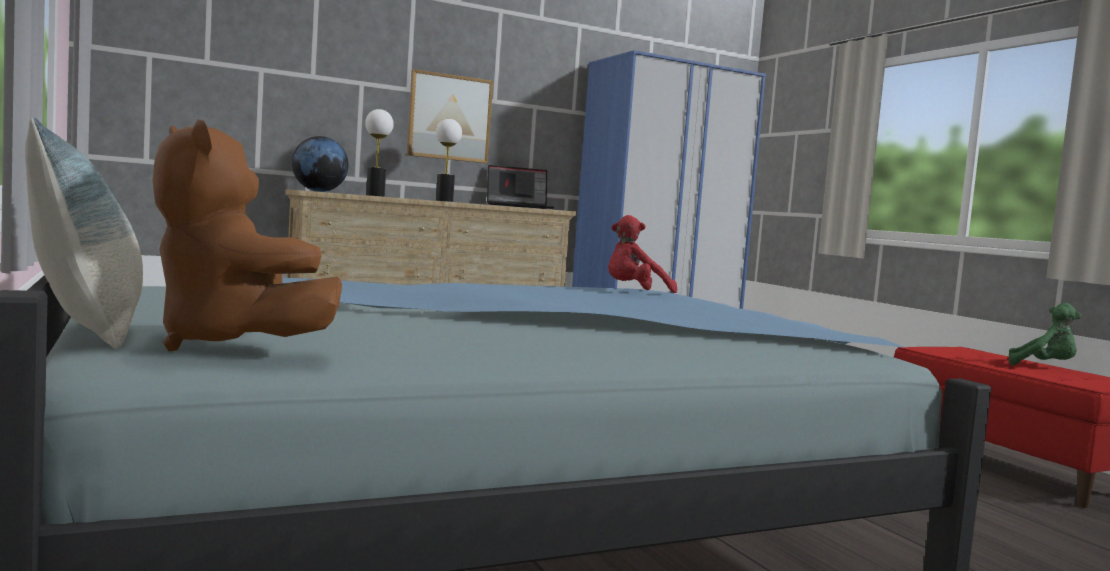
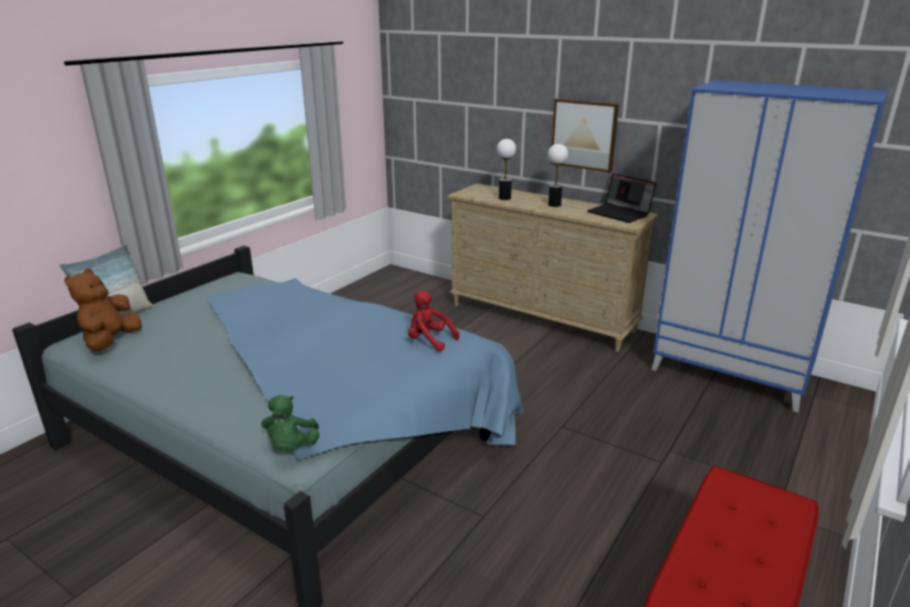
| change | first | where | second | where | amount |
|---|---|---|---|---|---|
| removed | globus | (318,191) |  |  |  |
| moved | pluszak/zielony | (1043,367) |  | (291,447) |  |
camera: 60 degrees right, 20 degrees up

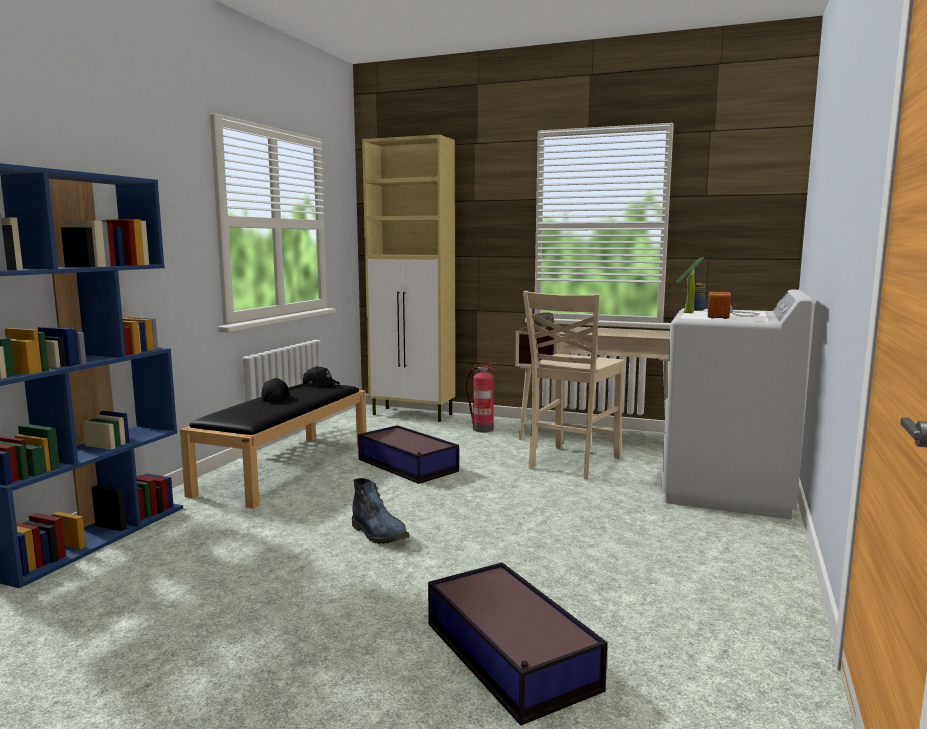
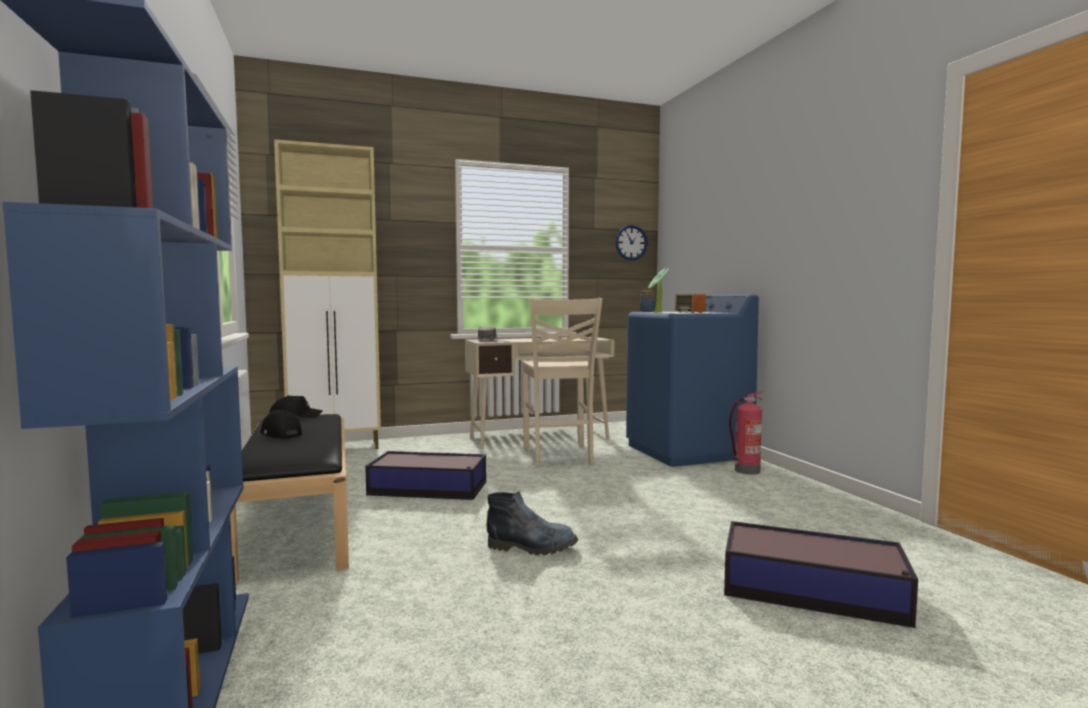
| change | first | where | second | where | amount |
|---|---|---|---|---|---|
| recoloured | pralka/biały | (727,491) | pralka/niebieski | (687,451) |  |
| moved | gaśnica | (482,429) |  | (746,471) |  |
| added |  |  | zegar ścienny | (631,242) |  |
camera: 40 degrees left, 5 degrees down

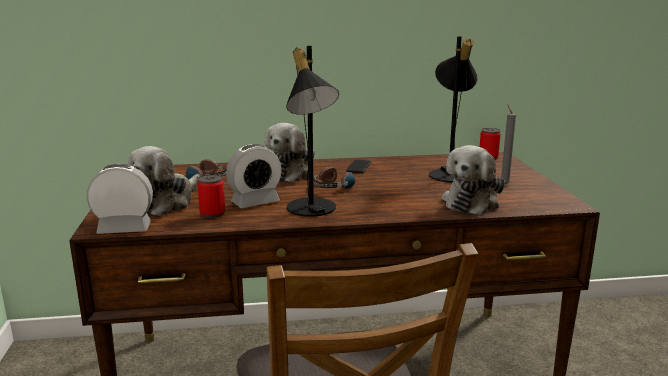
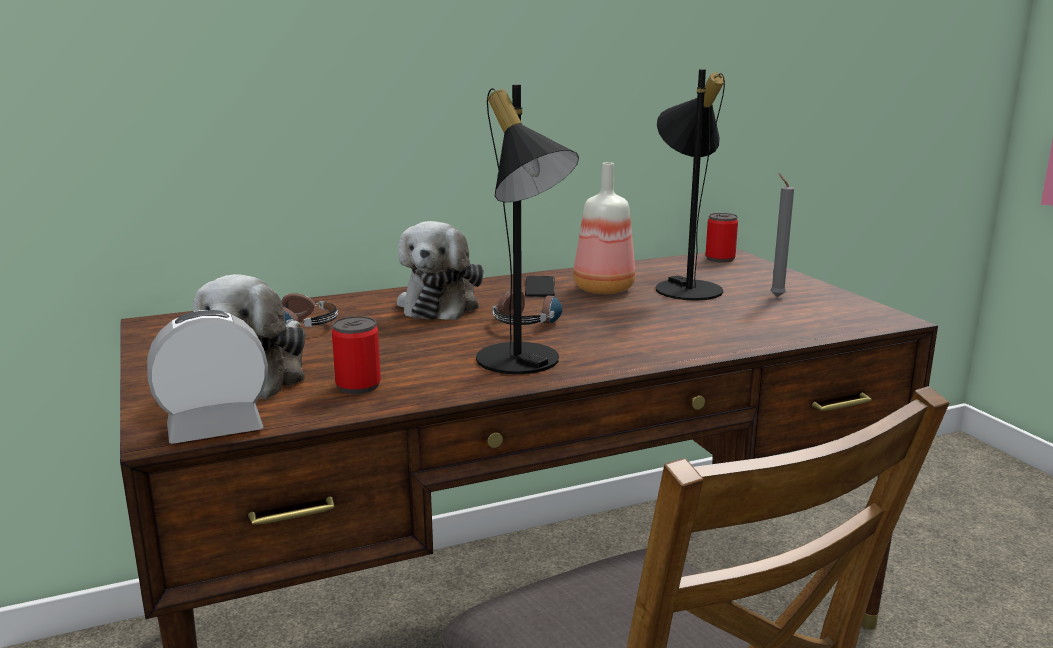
| change | first | where | second | where | amount |
|---|---|---|---|---|---|
| removed | budzik | (255,202) |  |  |  |
| removed | pluszak | (472,202) |  |  |  |
| added |  |  | butelka | (601,289) |  |
camera: 15 degrees left, 0 degrees up

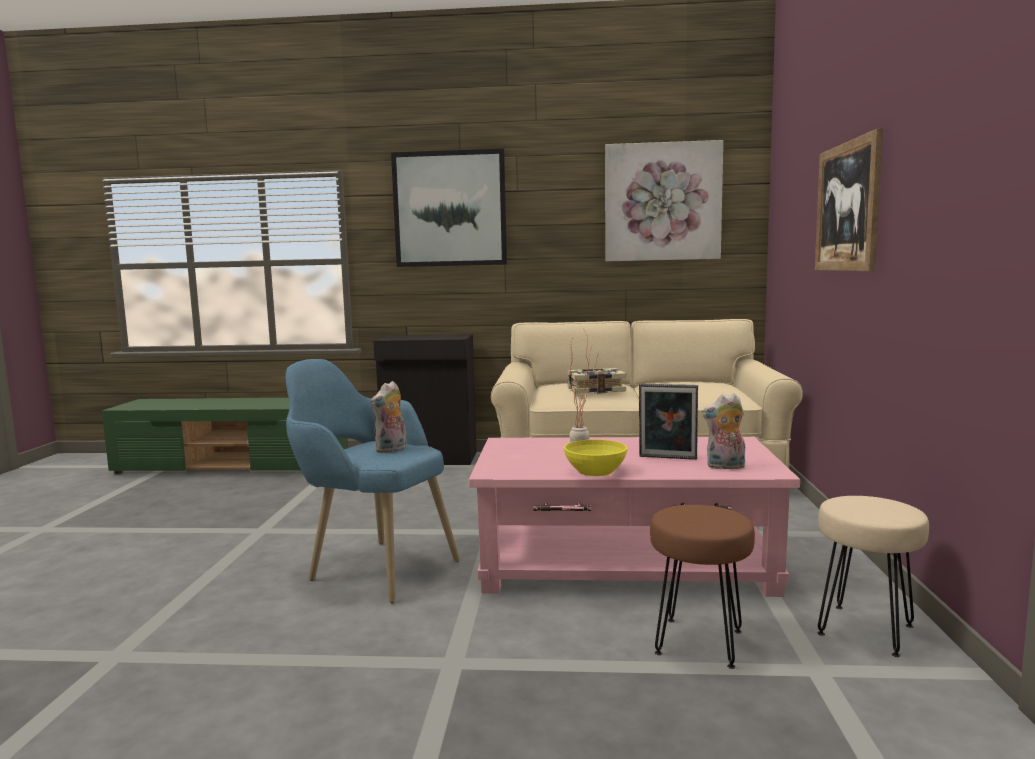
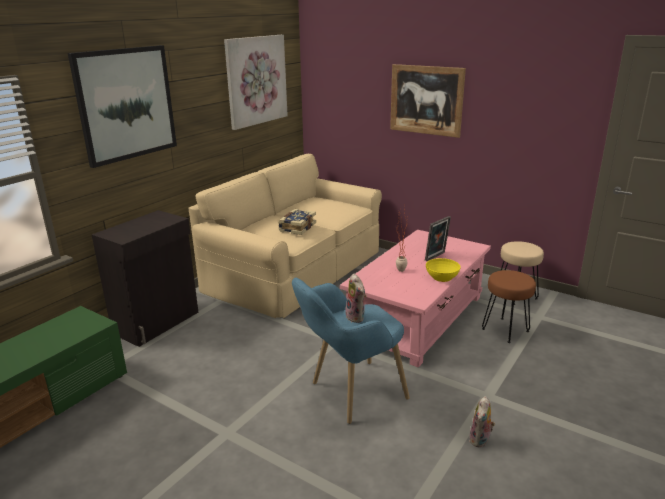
| change | first | where | second | where | amount |
|---|---|---|---|---|---|
| moved | pluszak | (725,467) |  | (480,440) |  |
camera: 60 degrees left, 15 degrees up

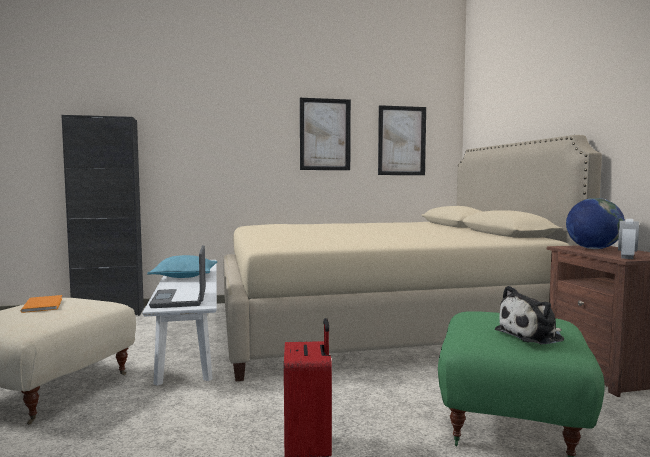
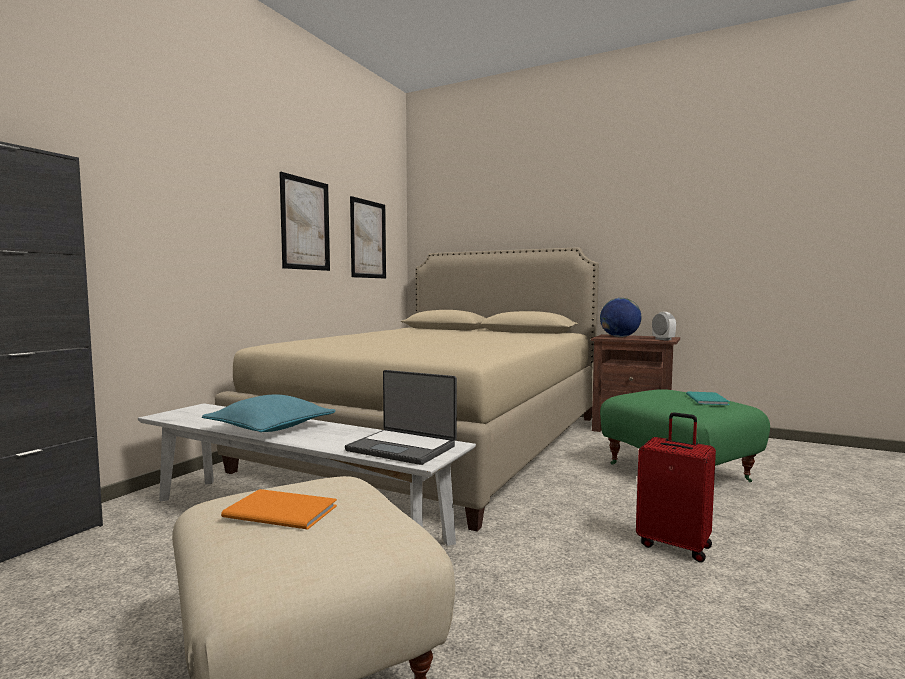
| change | first | where | second | where | amount |
|---|---|---|---|---|---|
| replaced | pluszak | (532,335) | książka/turkusowy | (708,399) |  |
camera: 50 degrees left, 0 degrees up

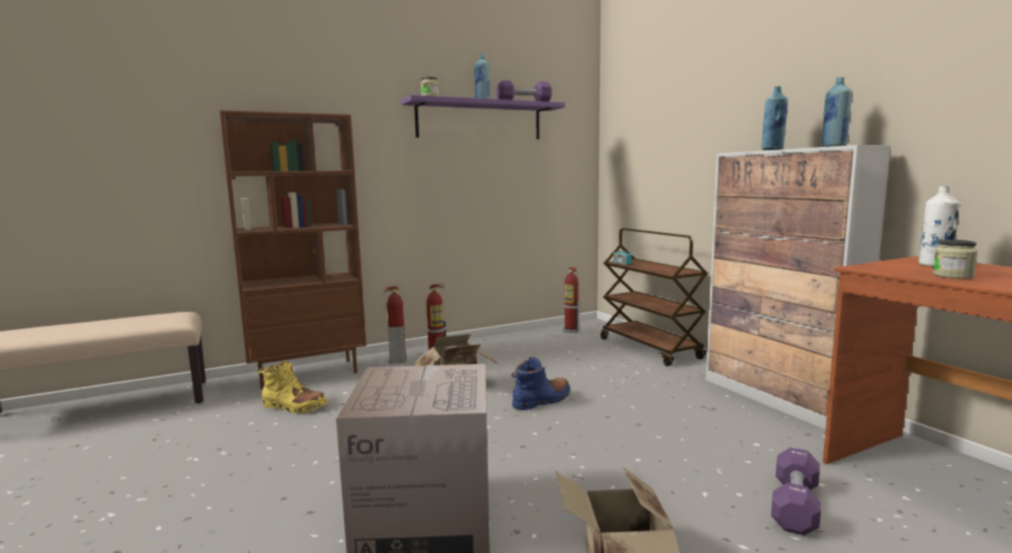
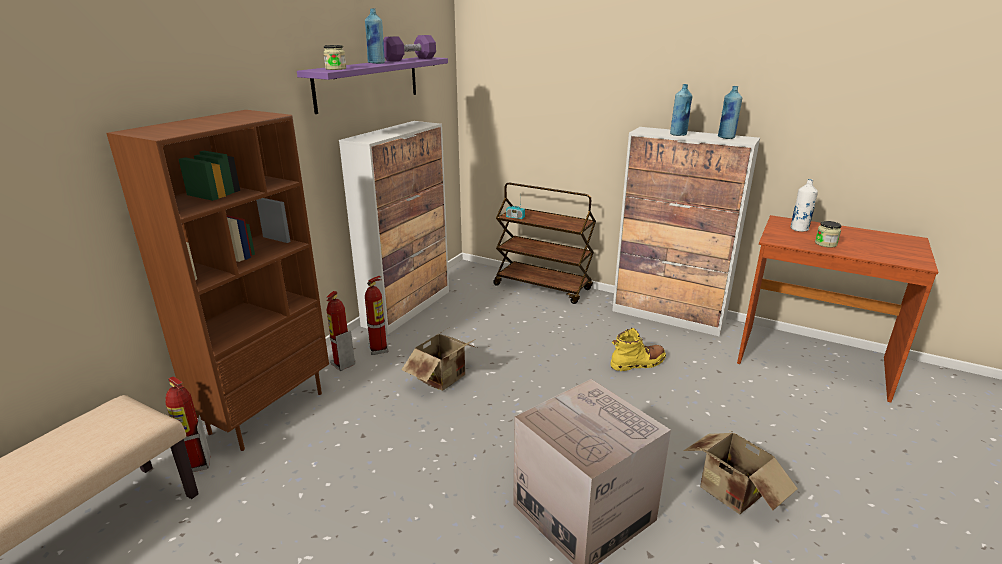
| change | first | where | second | where | amount |
|---|---|---|---|---|---|
| moved | gaśnica | (571,330) |  | (197,465) |  |
| removed | but z cholewką/niebieski | (542,400) |  |  |  |
| moved | but z cholewką/żółty | (294,407) |  | (638,363) |  |
| removed | hantel/fioletowy | (795,506) |  |  |  |
| added |  |  | szafka | (408,308) |  |
camera: 35 degrees left, 15 degrees up

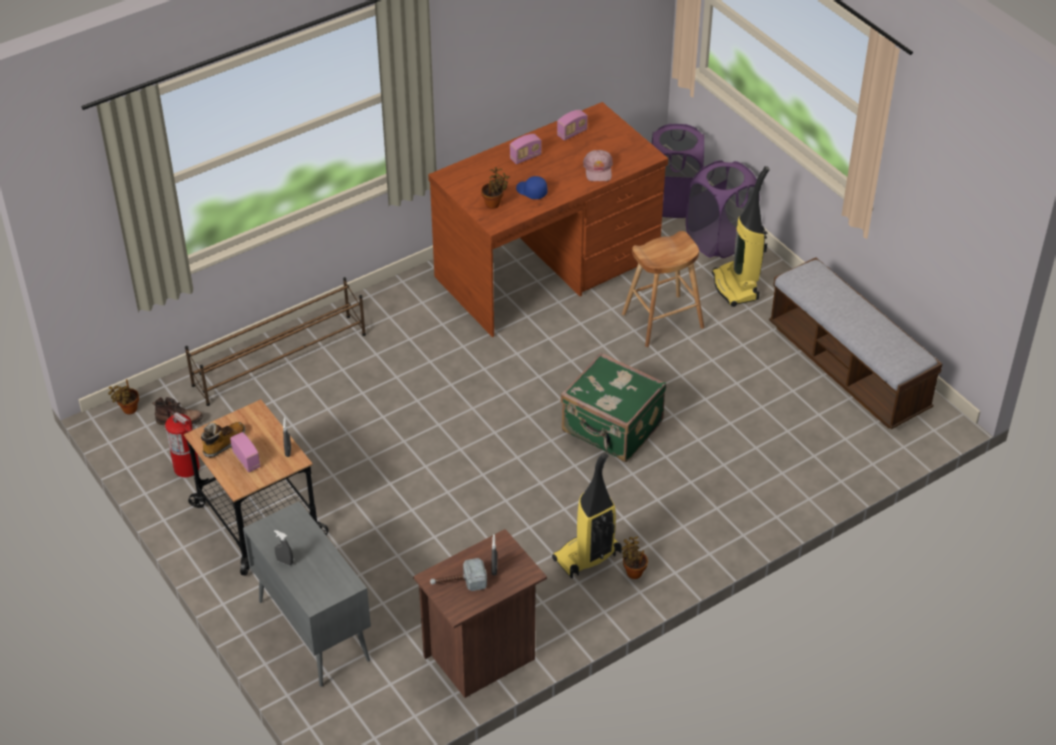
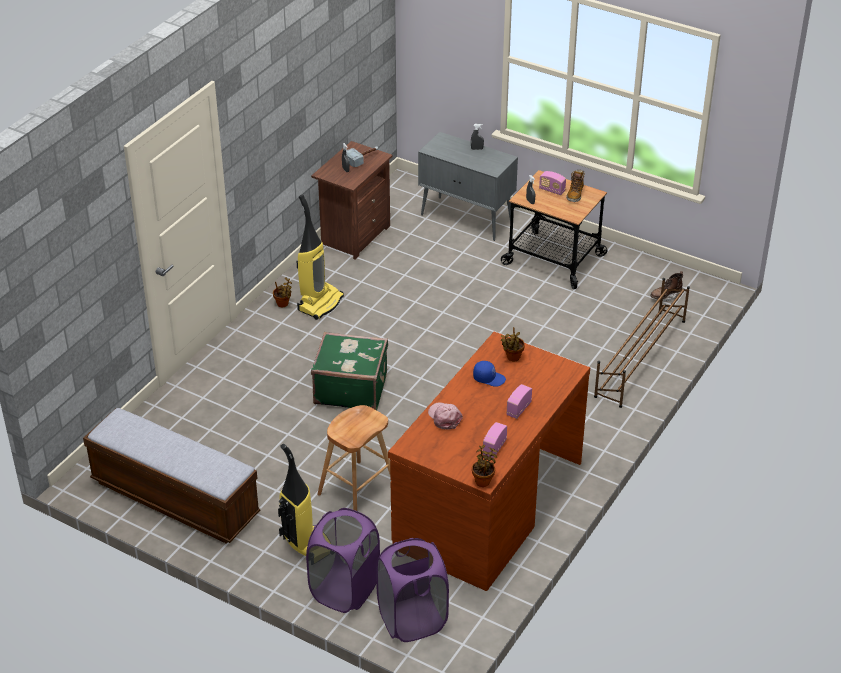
| change | first | where | second | where | amount |
|---|---|---|---|---|---|
| moved | roślina doniczkowa | (128,410) |  | (483,480) |  |
| removed | gaśnica | (187,468) |  |  |  |
camera: 155 degrees right, 5 degrees down

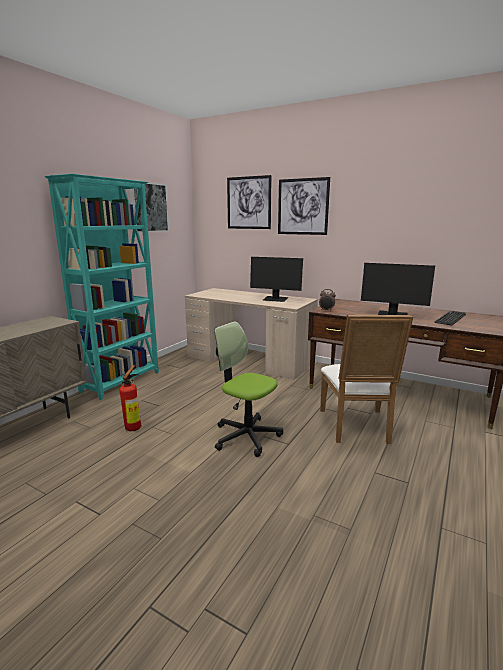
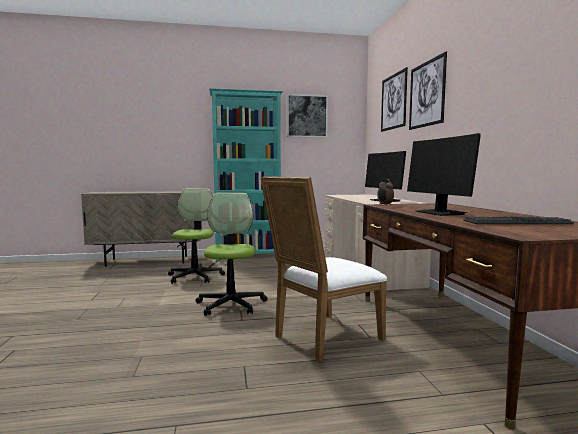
| change | first | where | second | where | amount |
|---|---|---|---|---|---|
| replaced | gaśnica | (135,427) | krzesło biurowe | (195,276) |  |
camera: 50 degrees right, 10 degrees down

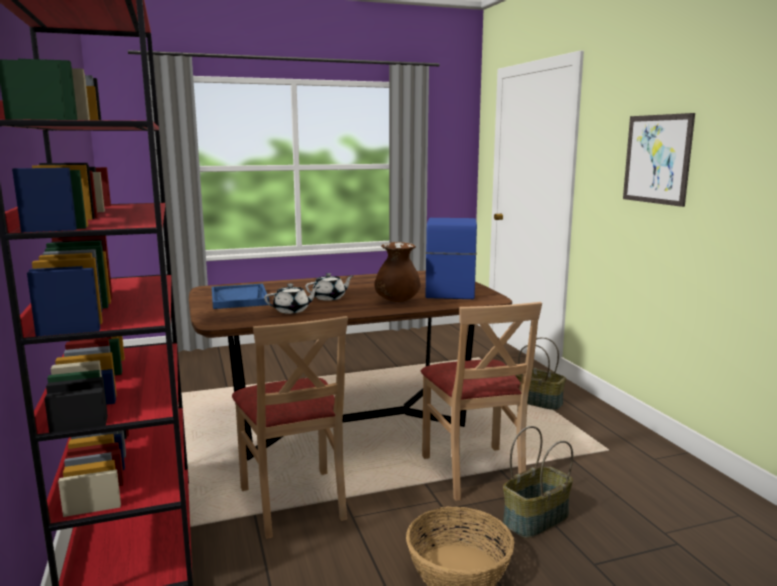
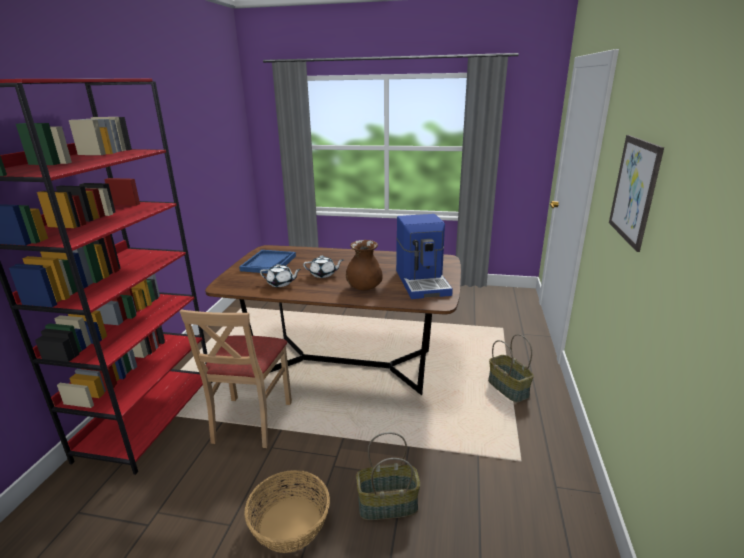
| change | first | where | second | where | amount |
|---|---|---|---|---|---|
| turned | ekspres do kawy | (449,289) |  | (423,282) | 135 degrees clockwise |
| removed | krzesło/beżowy | (474,472) |  |  |  |
camera: 30 degrees right, 10 degrees up

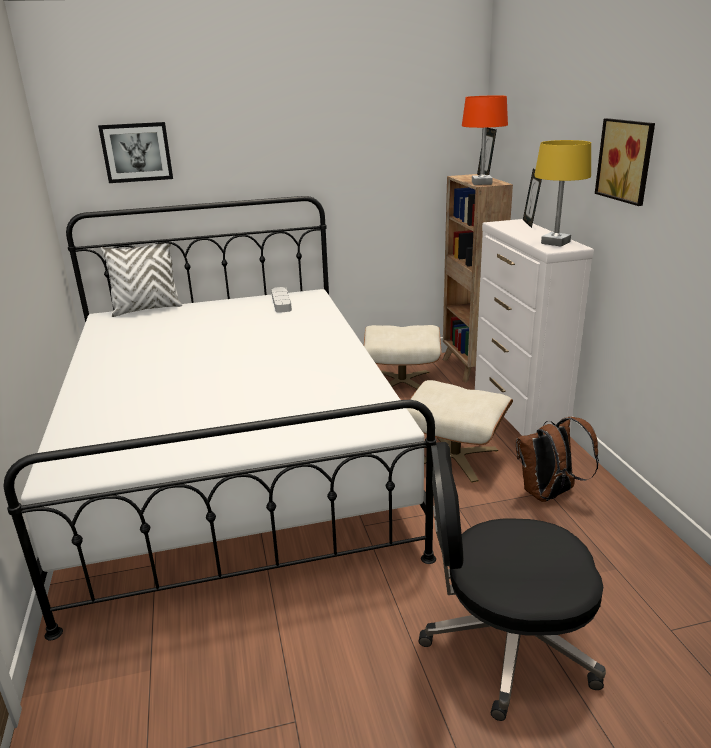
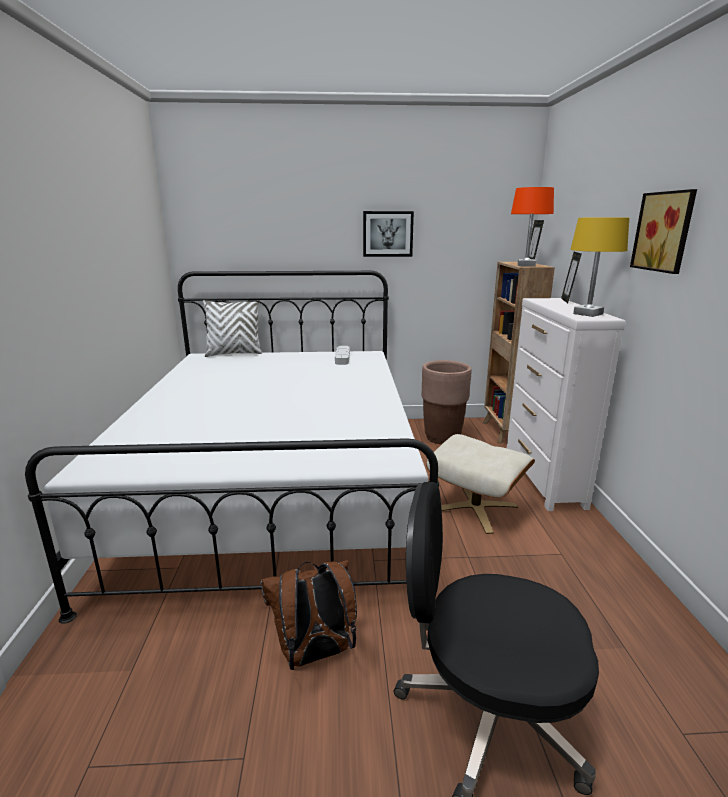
| change | first | where | second | where | amount |
|---|---|---|---|---|---|
| moved | obraz | (136,152) |  | (387,234) |  |
| replaced | pufa/beżowy | (402,382) | donica/brązowy | (442,438) |  |
| moved | plecak/brązowy | (548,495) |  | (314,654) |  |
camera: 10 degrees right, 5 degrees down

